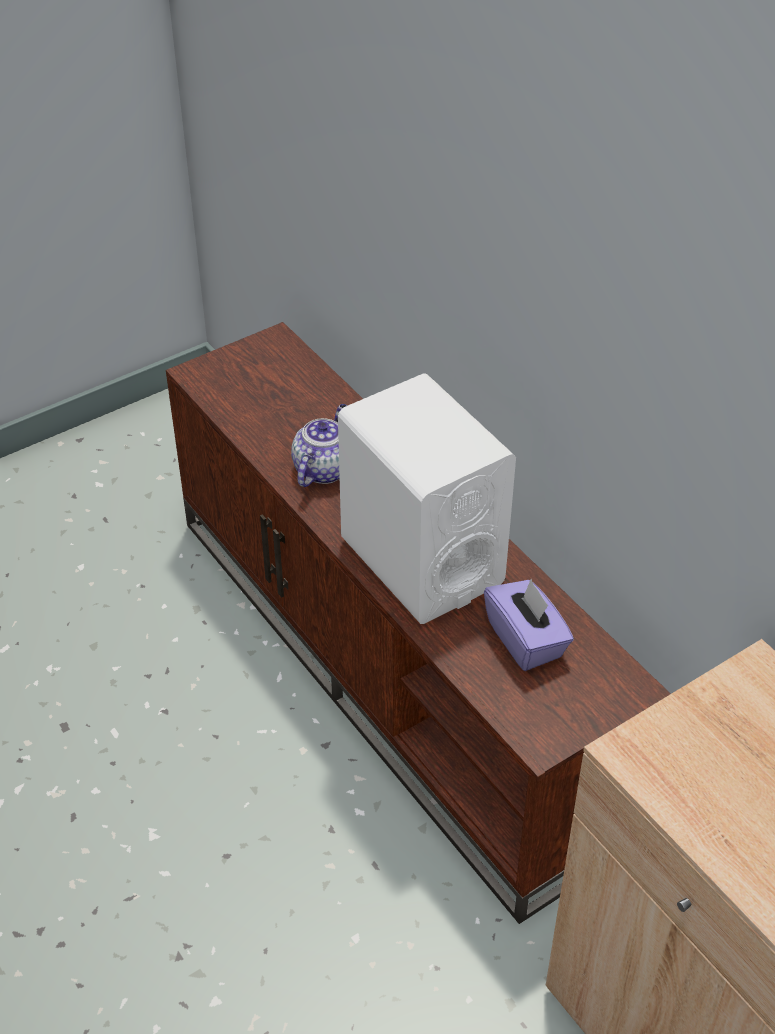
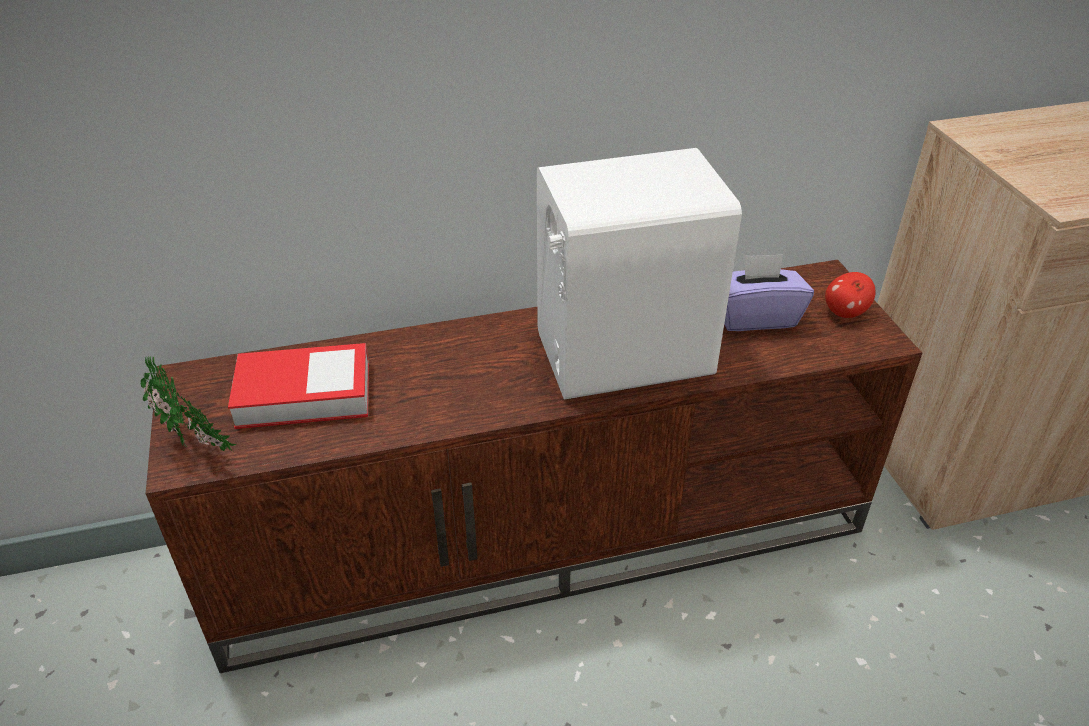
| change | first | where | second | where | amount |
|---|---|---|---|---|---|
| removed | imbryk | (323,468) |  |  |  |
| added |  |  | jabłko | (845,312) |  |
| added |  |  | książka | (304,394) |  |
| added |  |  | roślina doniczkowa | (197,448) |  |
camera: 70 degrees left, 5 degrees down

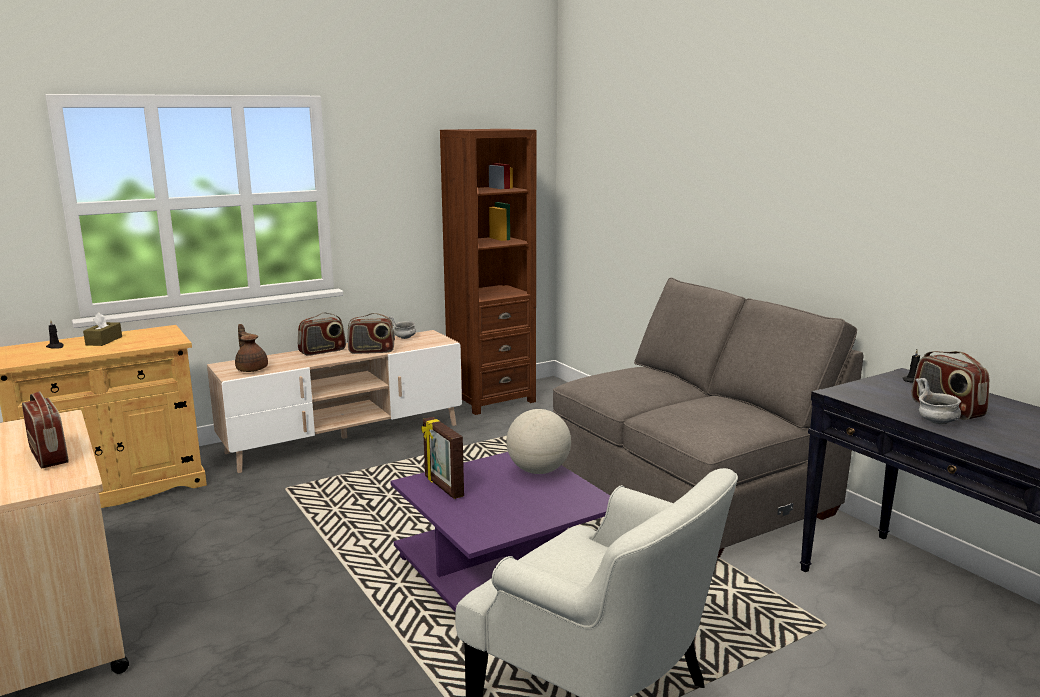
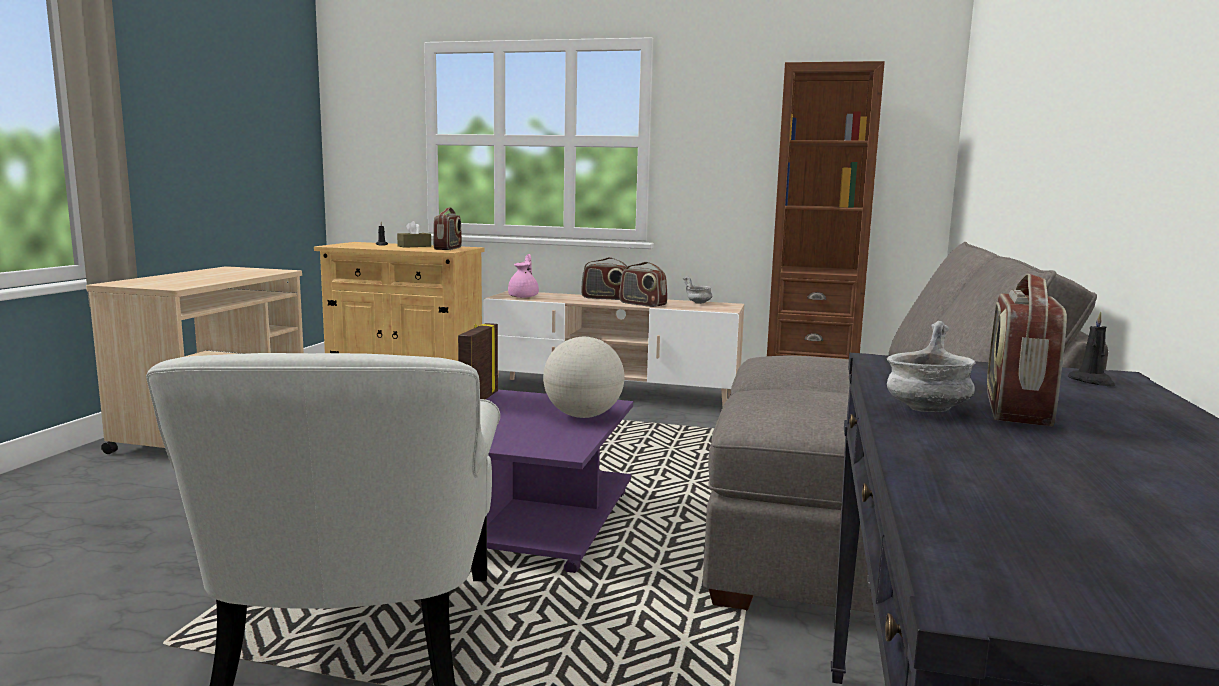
| change | first | where | second | where | amount |
|---|---|---|---|---|---|
| recoloured | imbryk/brązowy | (252,369) | imbryk/różowy | (524,297) |  |
| moved | radio | (49,456) |  | (448,248) |  |
camera: 45 degrees right, 5 degrees down

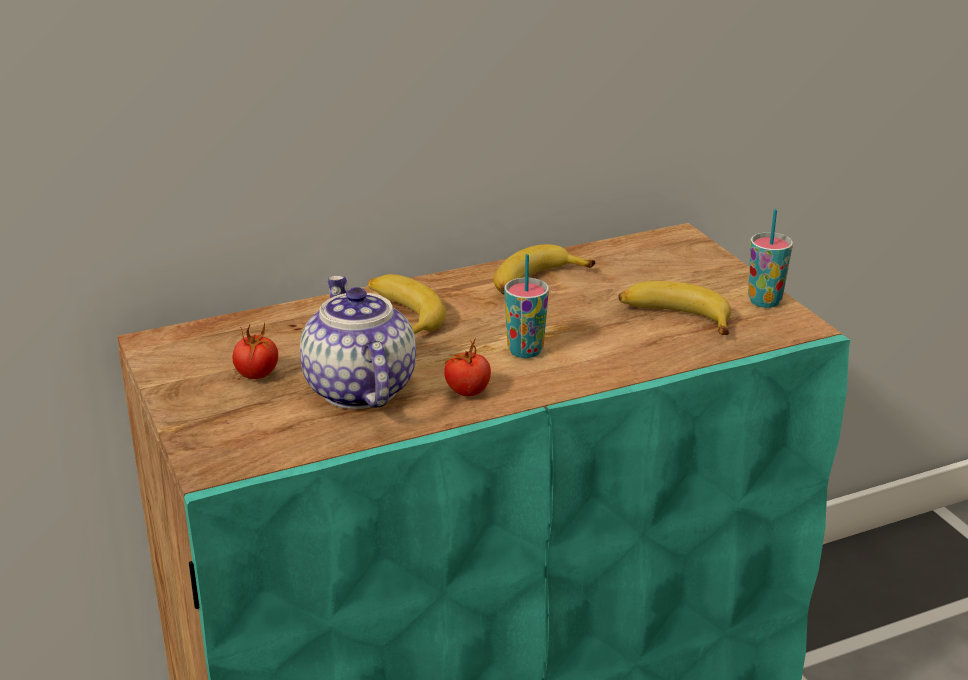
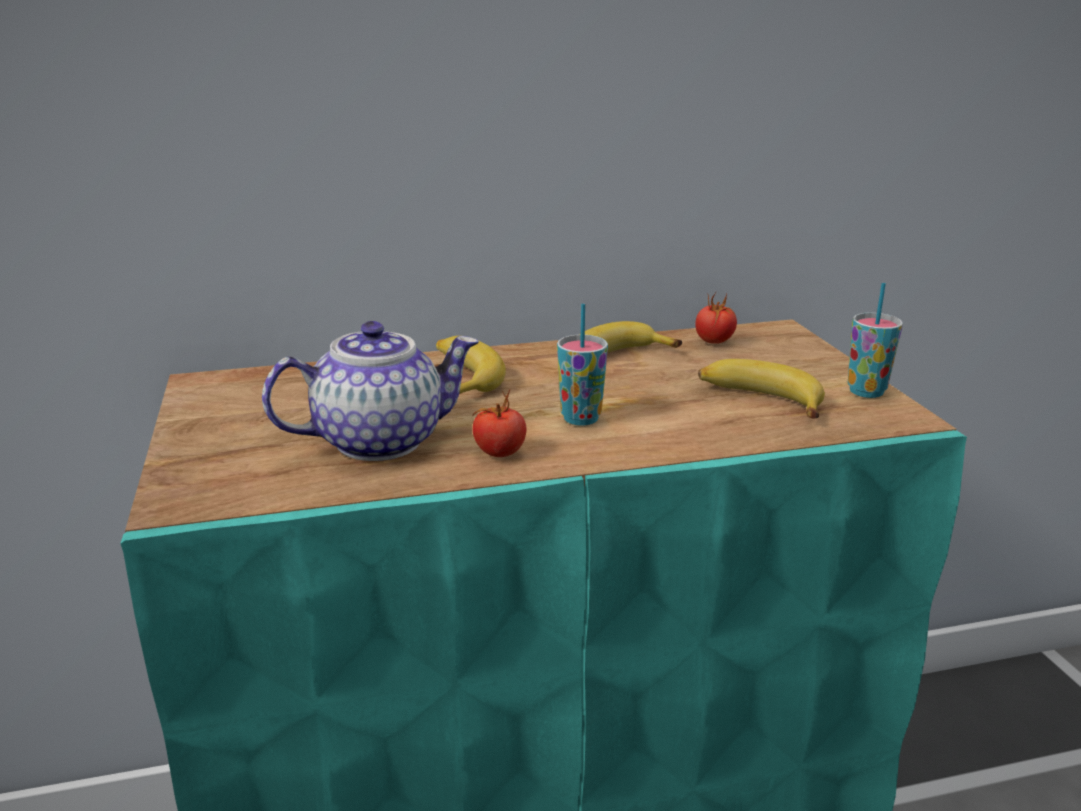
| change | first | where | second | where | amount |
|---|---|---|---|---|---|
| turned | imbryk | (358,389) |  | (380,440) | 75 degrees clockwise |
| moved | pomidor | (257,375) |  | (714,342) |  |
camera: 10 degrees right, 5 degrees down

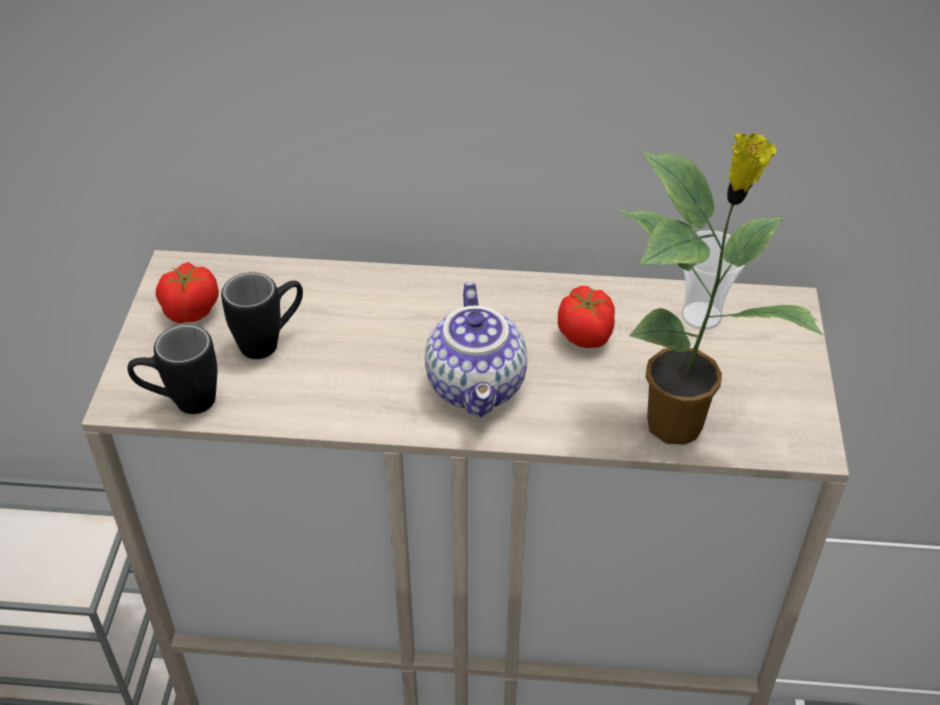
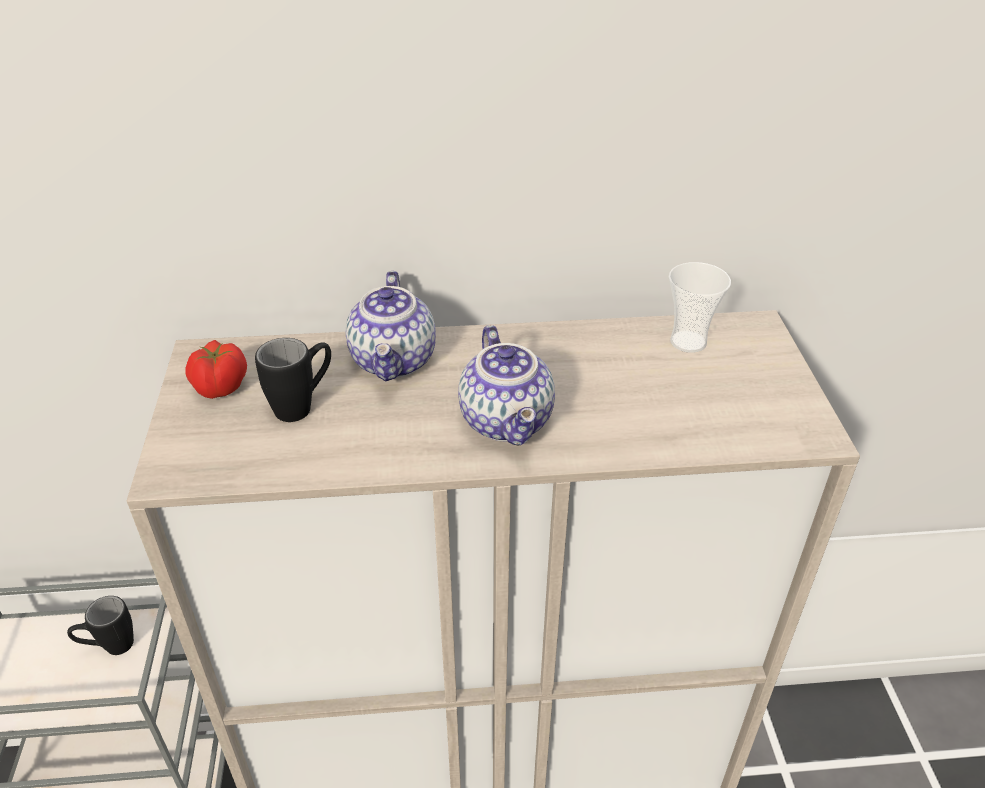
| change | first | where | second | where | amount |
|---|---|---|---|---|---|
| removed | roślina doniczkowa | (679,424) |  |  |  |
| removed | pomidor | (585,335) |  |  |  |
| moved | kubek/czarny | (182,402) |  | (110,647) |  |
| added |  |  | imbryk | (394,361) |  |
camera: 10 degrees left, 5 degrees down

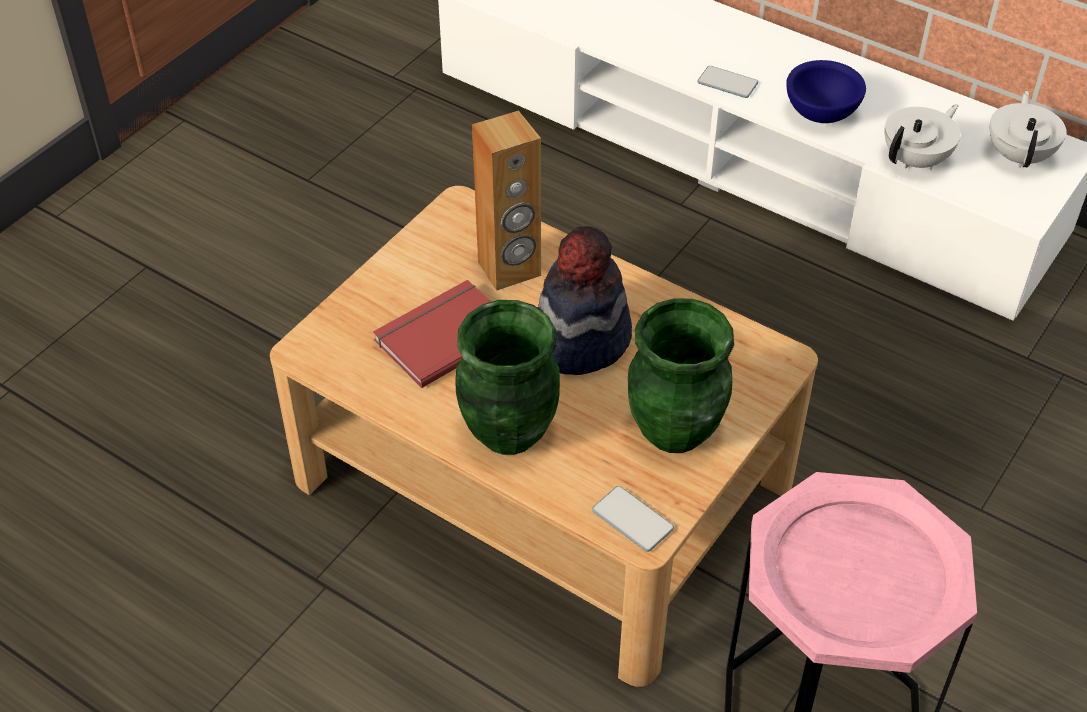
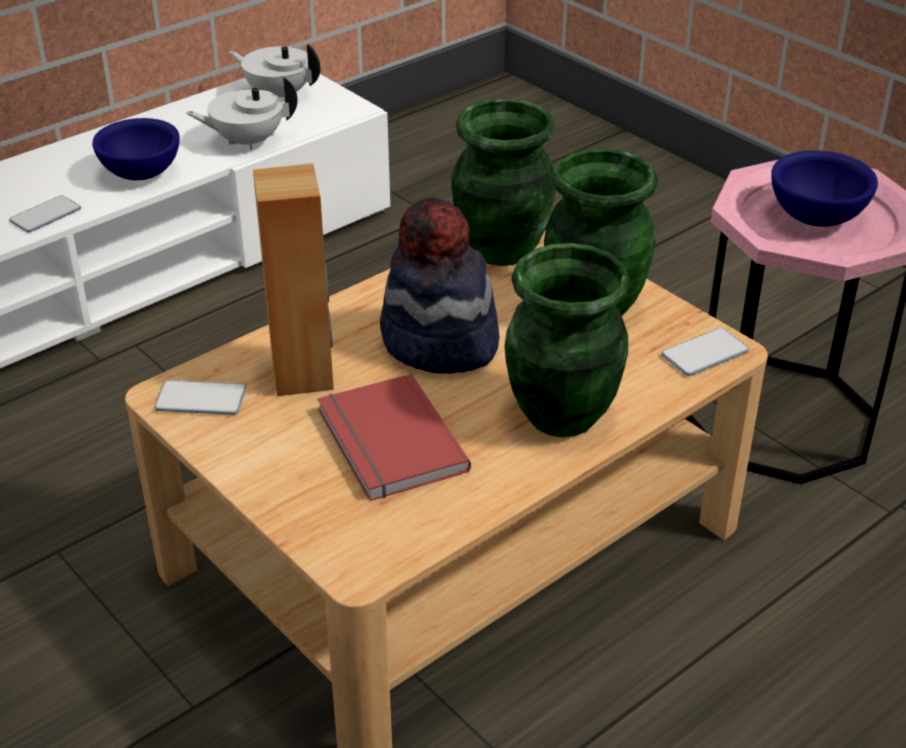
| change | first | where | second | where | amount |
|---|---|---|---|---|---|
| turned | imbryk/biały | (916,160) |  | (247,141) | 75 degrees counterclockwise |
| added |  |  | wazon/zielony | (500,250) |  |
| added |  |  | miska/niebieski | (818,218) |  |
| added |  |  | telefon | (201,399) |  |
camera: 75 degrees left, 10 degrees down

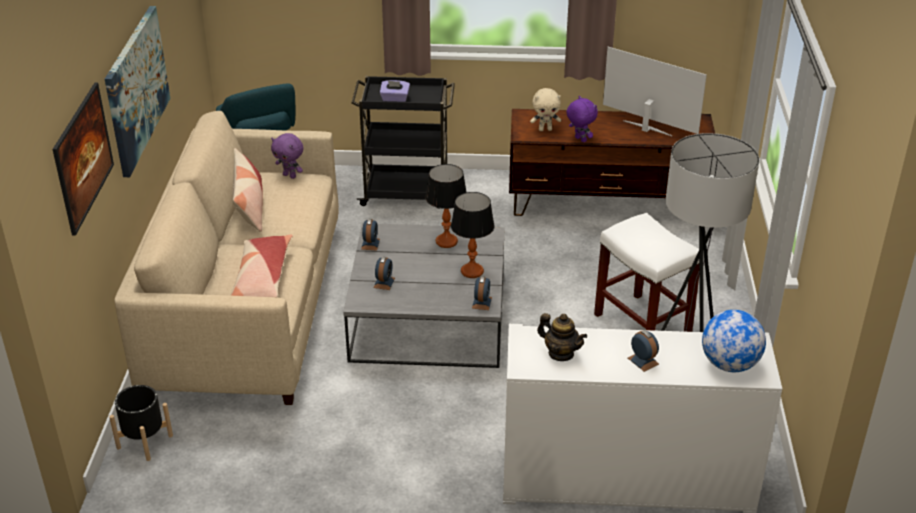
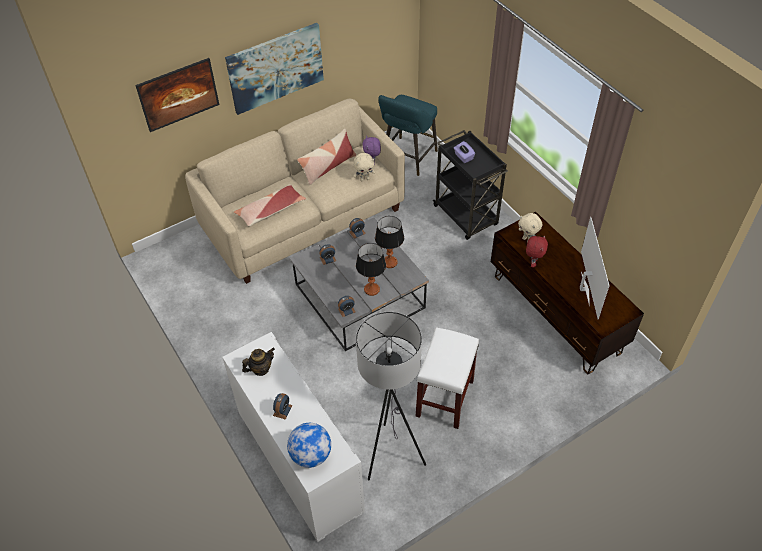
| change | first | where | second | where | amount |
|---|---|---|---|---|---|
| recoloured | pluszak/fioletowy | (579,140) | pluszak/czerwony | (533,263) |  |
| turned | imbryk | (561,353) |  | (260,369) | 120 degrees counterclockwise |
| removed | donica/czarny | (144,442) |  |  |  |
| added |  |  | pluszak/beżowy | (364,179) |  |
camera: 55 degrees right, 15 degrees up

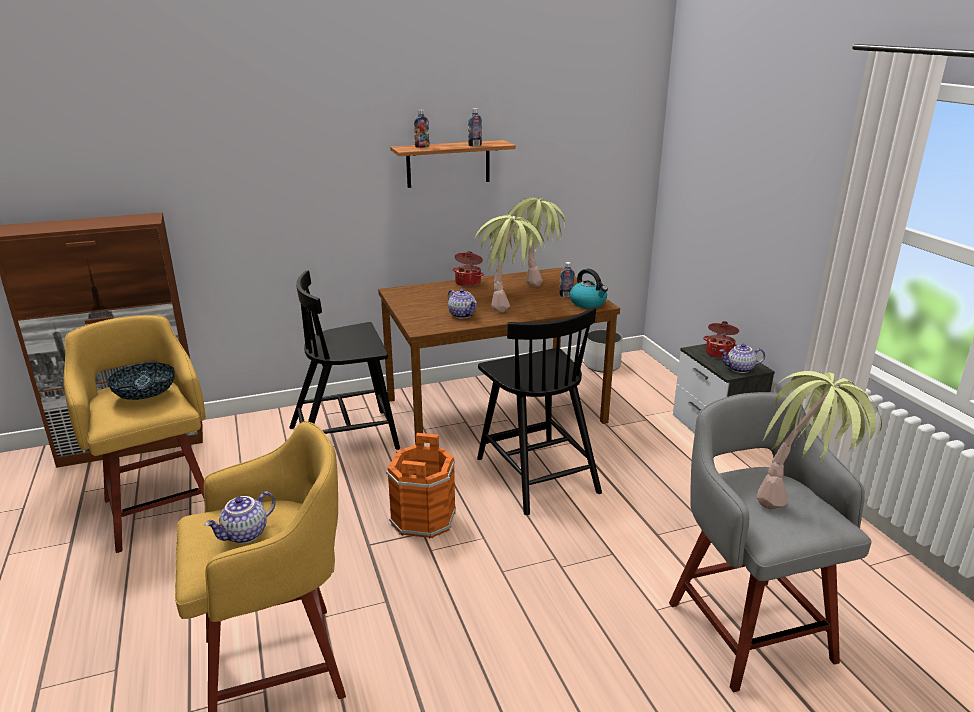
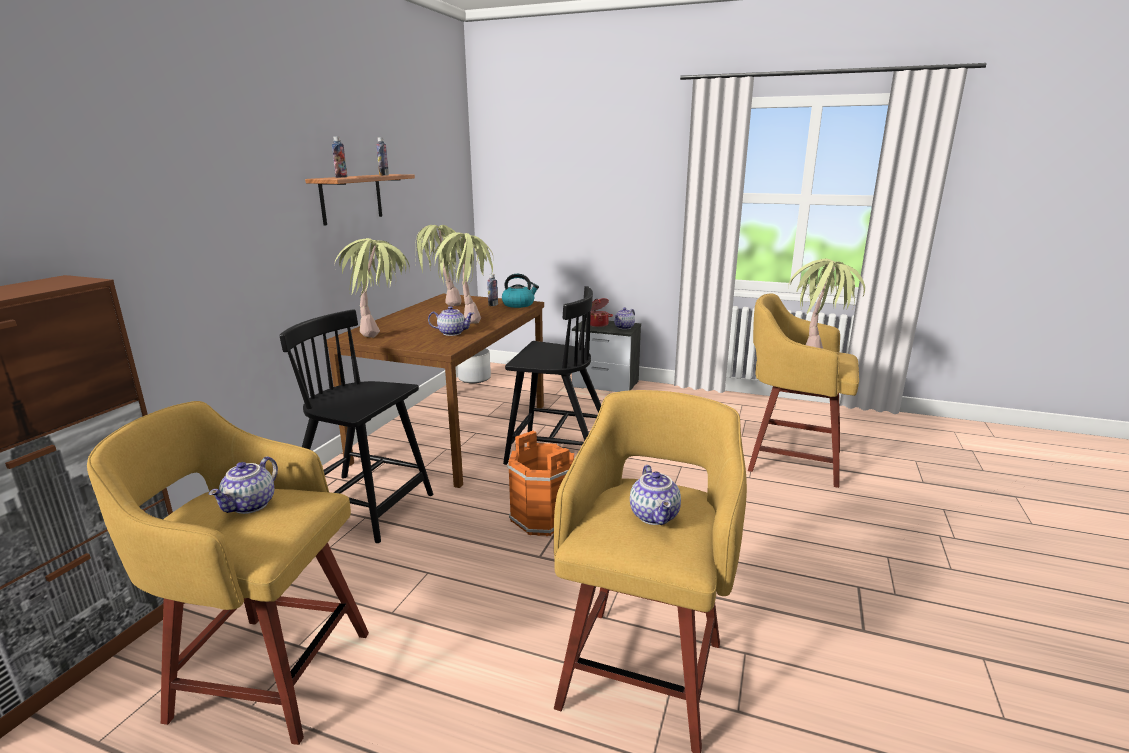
| change | first | where | second | where | amount |
|---|---|---|---|---|---|
| removed | garnek | (468,282) |  |  |  |
| turned | krzesło/czarny | (346,437) |  | (363,507) | 90 degrees clockwise |
| replaced | miska | (145,395) | imbryk | (251,506) |  |
| recoloured | stołek/szary | (747,627) | stołek/żółty | (790,459) |  |
| added |  |  | roślina doniczkowa | (381,331) |  |
camera: 50 degrees left, 5 degrees down

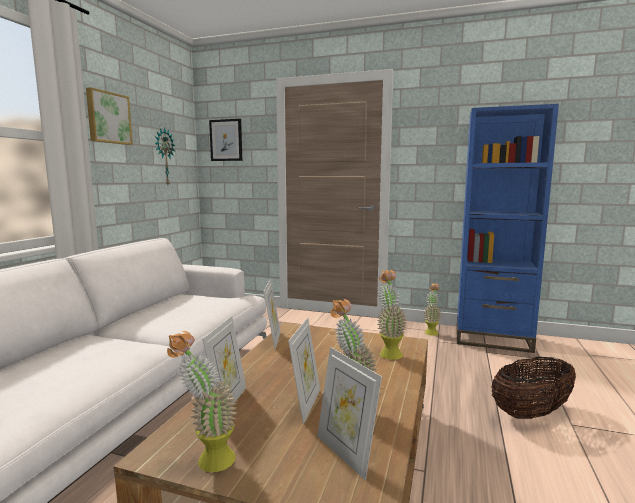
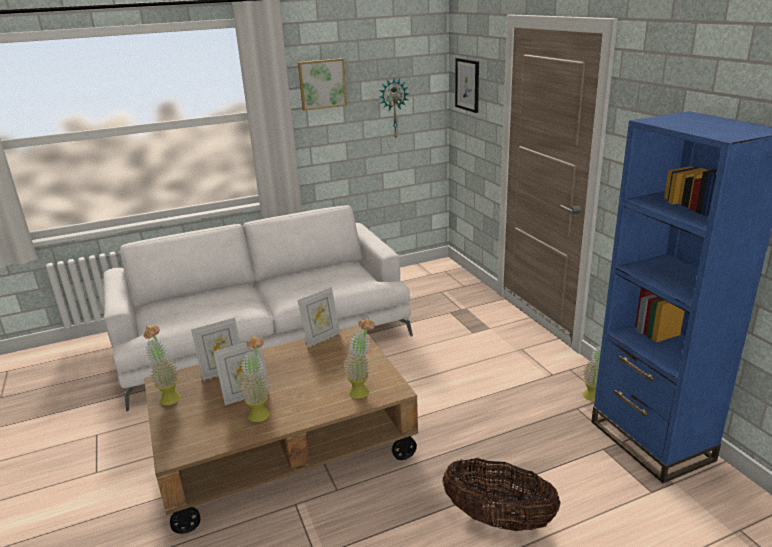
| change | first | where | second | where | amount |
|---|---|---|---|---|---|
| removed | ramka na zdjęcie | (346,453) |  |  |  |
camera: 50 degrees right, 15 degrees up

